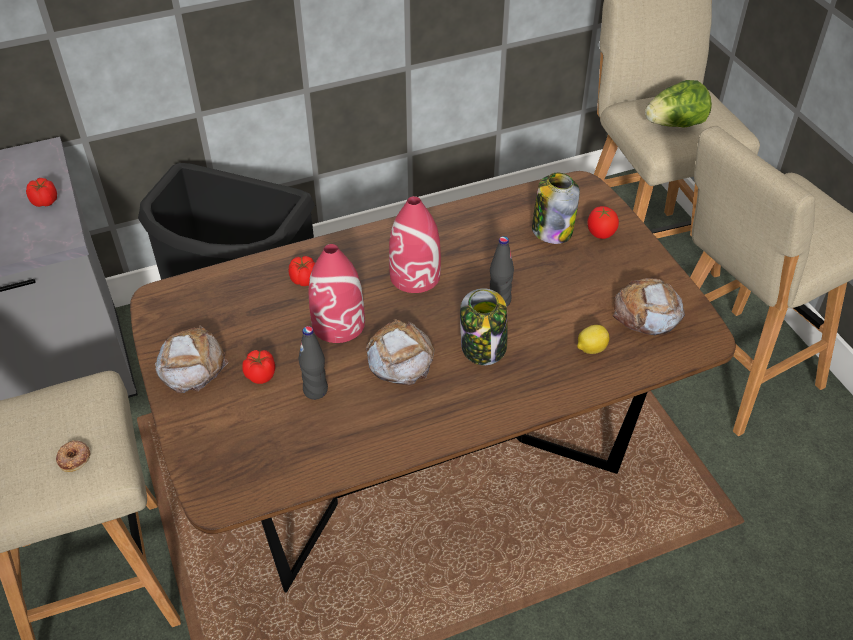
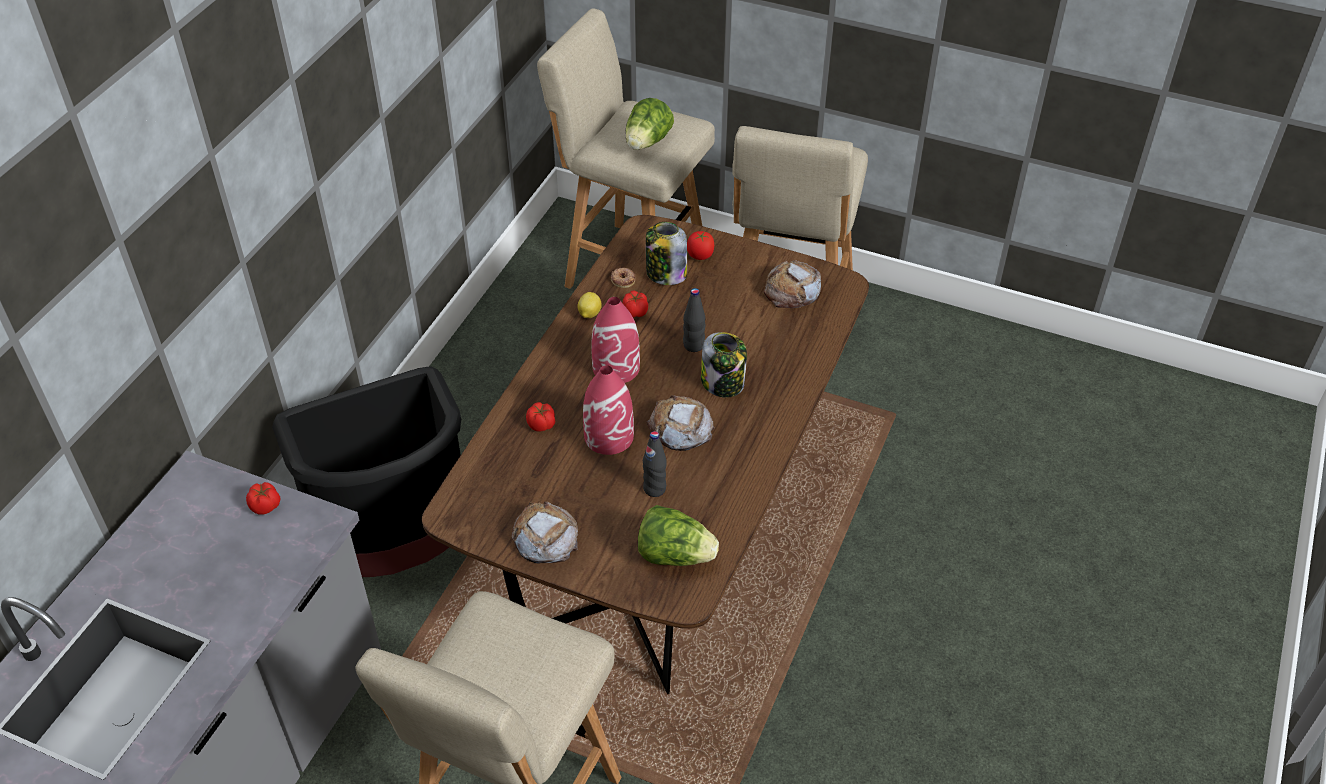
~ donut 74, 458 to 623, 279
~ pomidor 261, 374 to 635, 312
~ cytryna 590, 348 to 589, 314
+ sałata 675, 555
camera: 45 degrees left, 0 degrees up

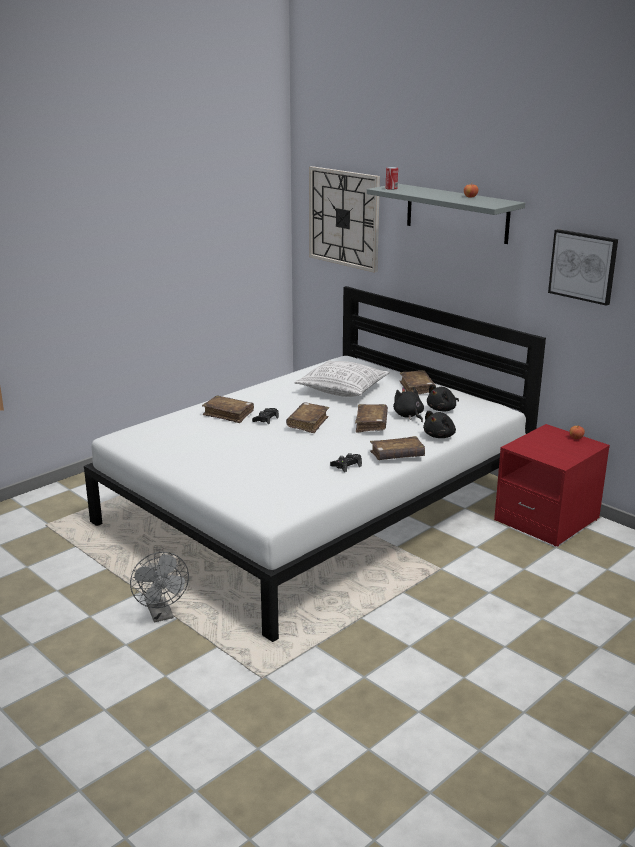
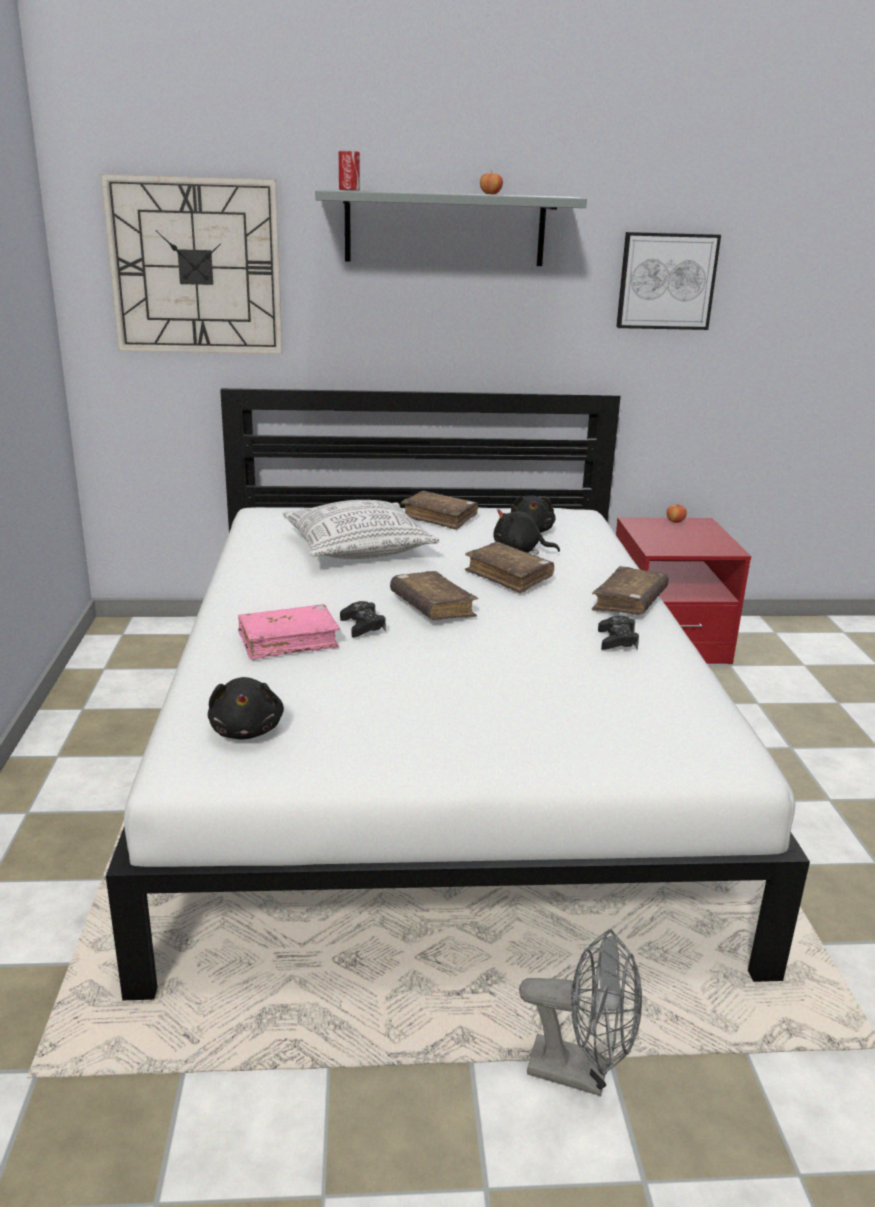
~ książka (brązowy) 228, 414 to książka (różowy) 288, 642
~ pluszak (czarny) 440, 436 to 247, 730
camera: 50 degrees left, 0 degrees up

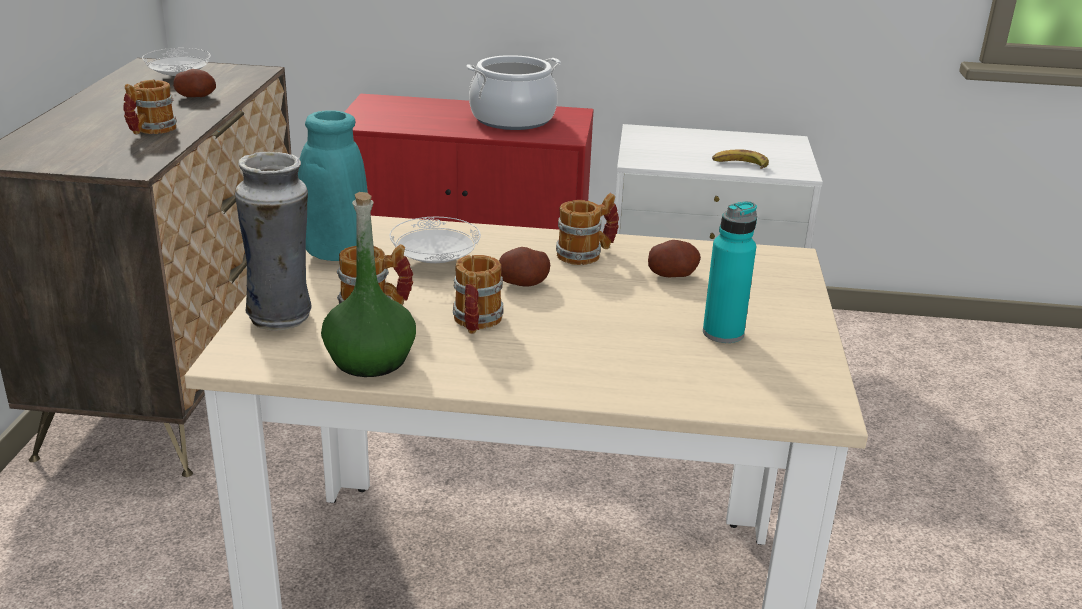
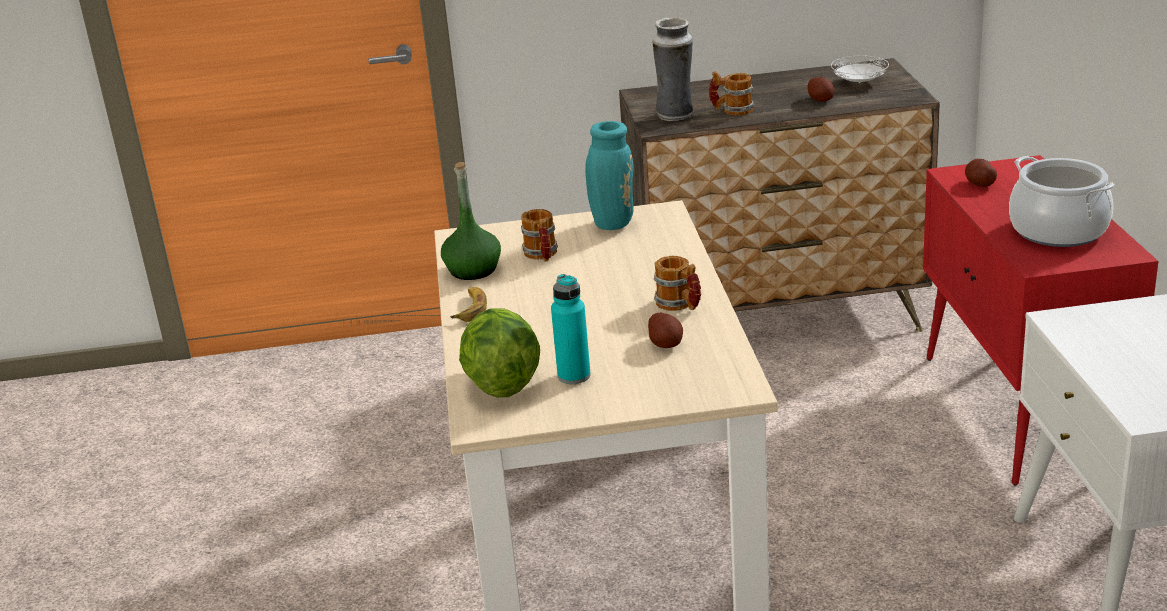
~ wazon 282, 317 to 675, 116
- talerz (biały) 435, 262
- kubek 476, 323
~ ziemniak 523, 283 to 979, 184
~ banan 739, 165 to 471, 309
+ sałata 501, 383
camera: 80 degrees right, 0 degrees up

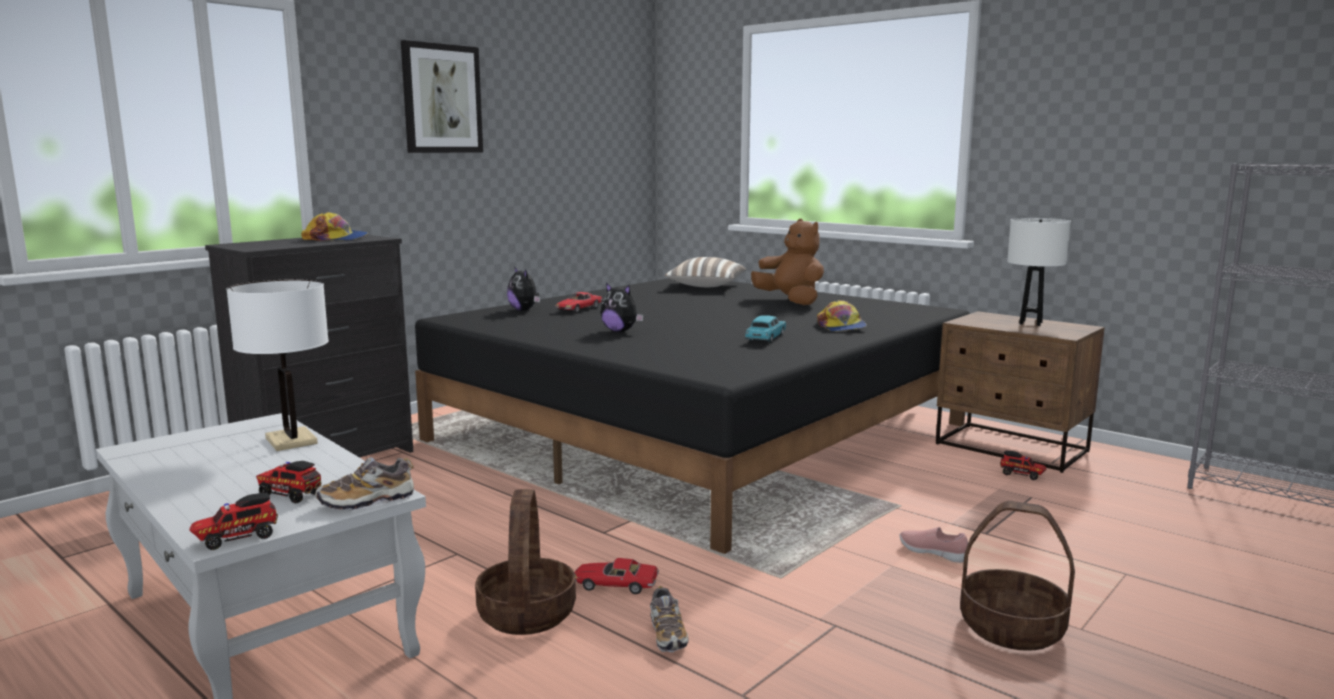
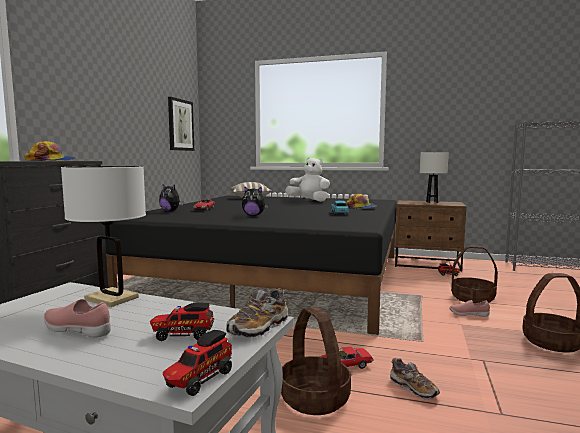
~ obraz 441, 99 to 180, 125
~ pluszak (brązowy) 791, 301 to pluszak (biały) 309, 201
+ but (różowy) 78, 331
+ koszyk 472, 298
camera: 25 degrees left, 5 degrees down

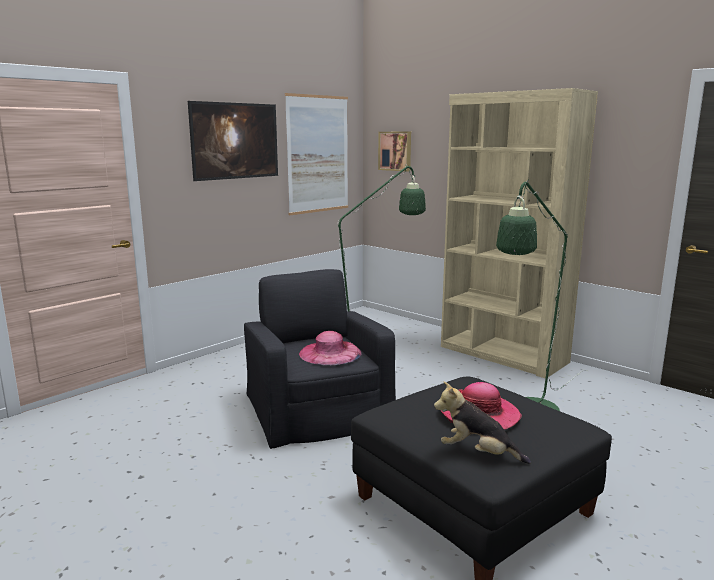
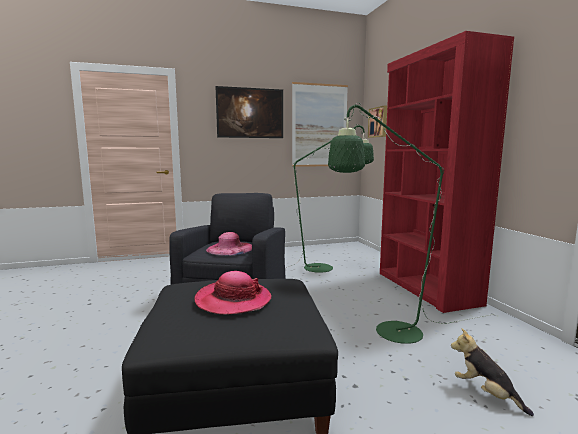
~ pluszak 478, 453 to 486, 393
~ regał (beżowy) 503, 354 to regał (czerwony) 426, 288
camera: 30 degrees right, 5 degrees down

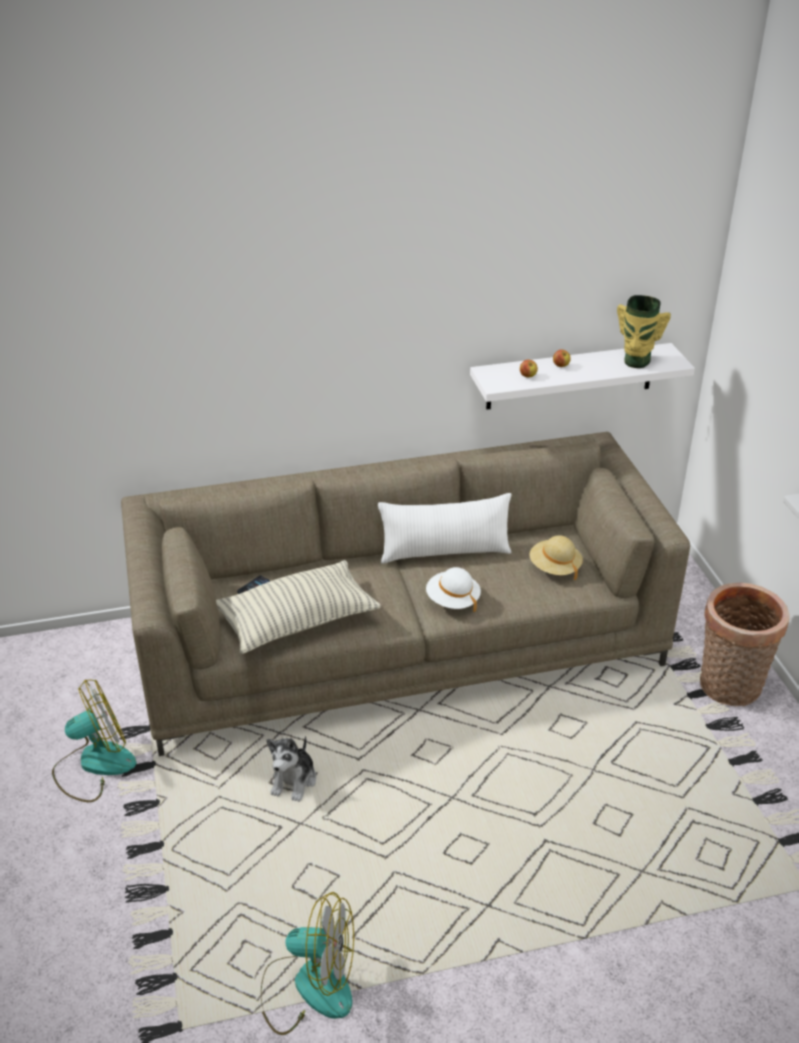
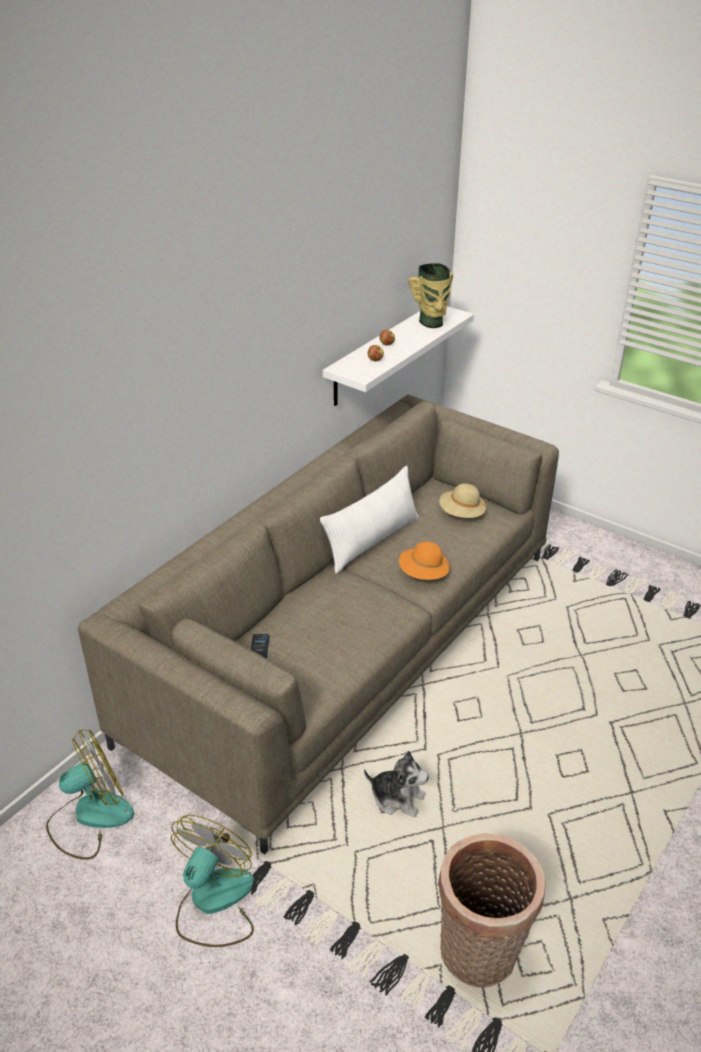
- poduszka 297, 621
~ wentylator 308, 986 to 90, 817
~ pluszak 294, 781 = 397, 798 45 degrees counterclockwise
~ kapelusz (biały) 452, 600 to kapelusz (pomarańczowy) 423, 574
~ koszyk 729, 689 to 480, 956
camera: 40 degrees left, 0 degrees up

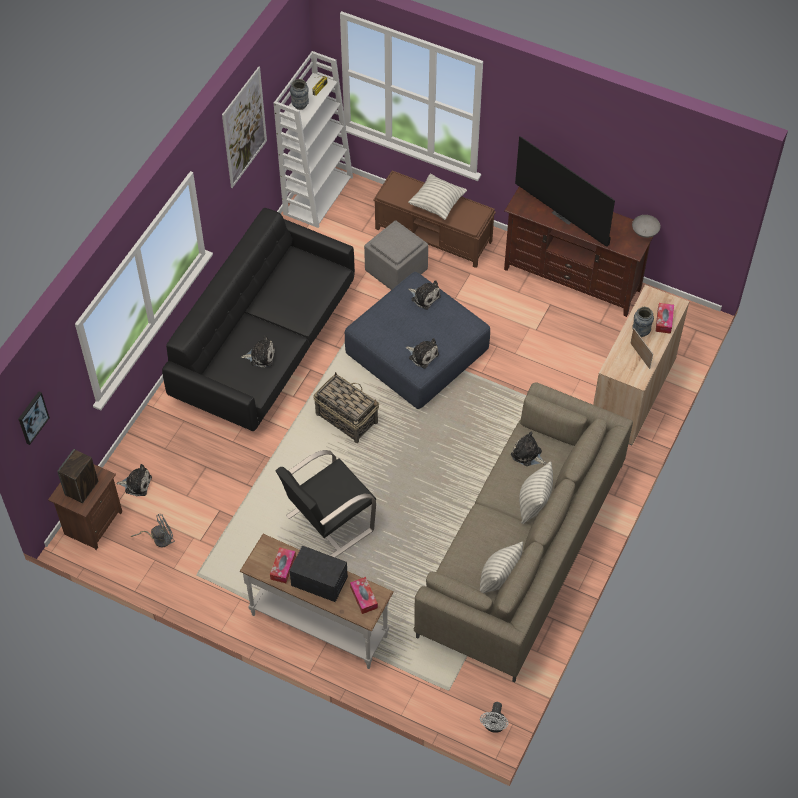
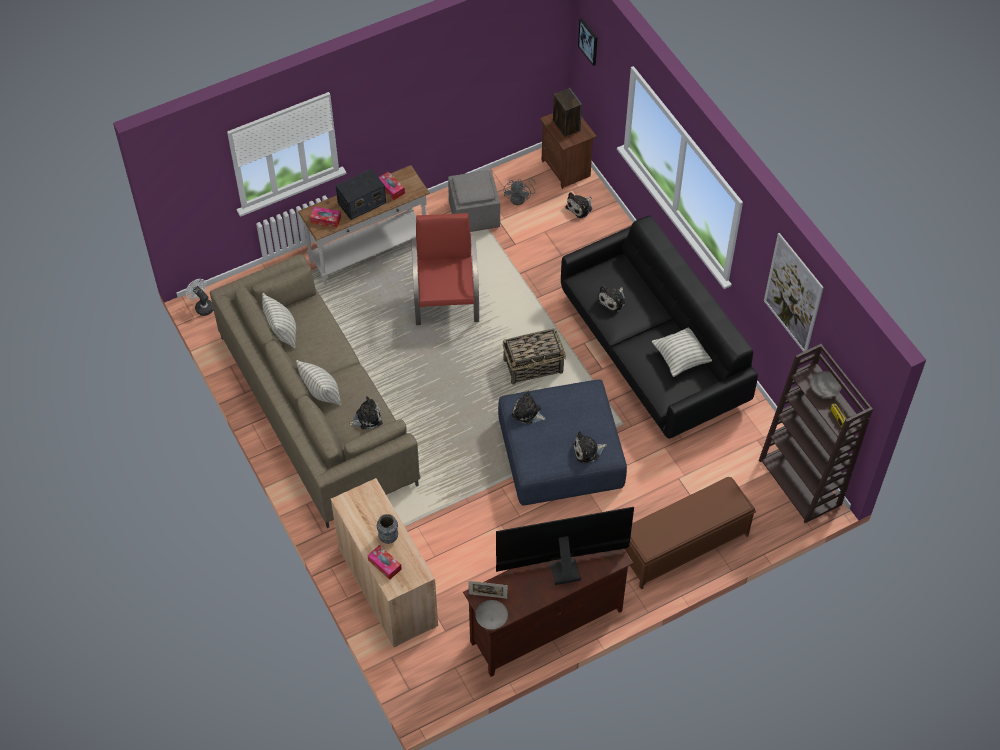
~ regał (biały) 318, 194 to regał (brązowy) 801, 482
~ fotel (czarny) 328, 524 to fotel (czerwony) 446, 302
~ wazon 300, 105 to miska (szary) 824, 390
~ pufa (szary) 396, 271 to 473, 214
~ pluszak 422, 355 = 528, 413 45 degrees clockwise
~ poduszka 437, 204 to 681, 358
~ ramka na zdjęcie 640, 356 to 488, 596
camera: 125 degrees right, 0 degrees up

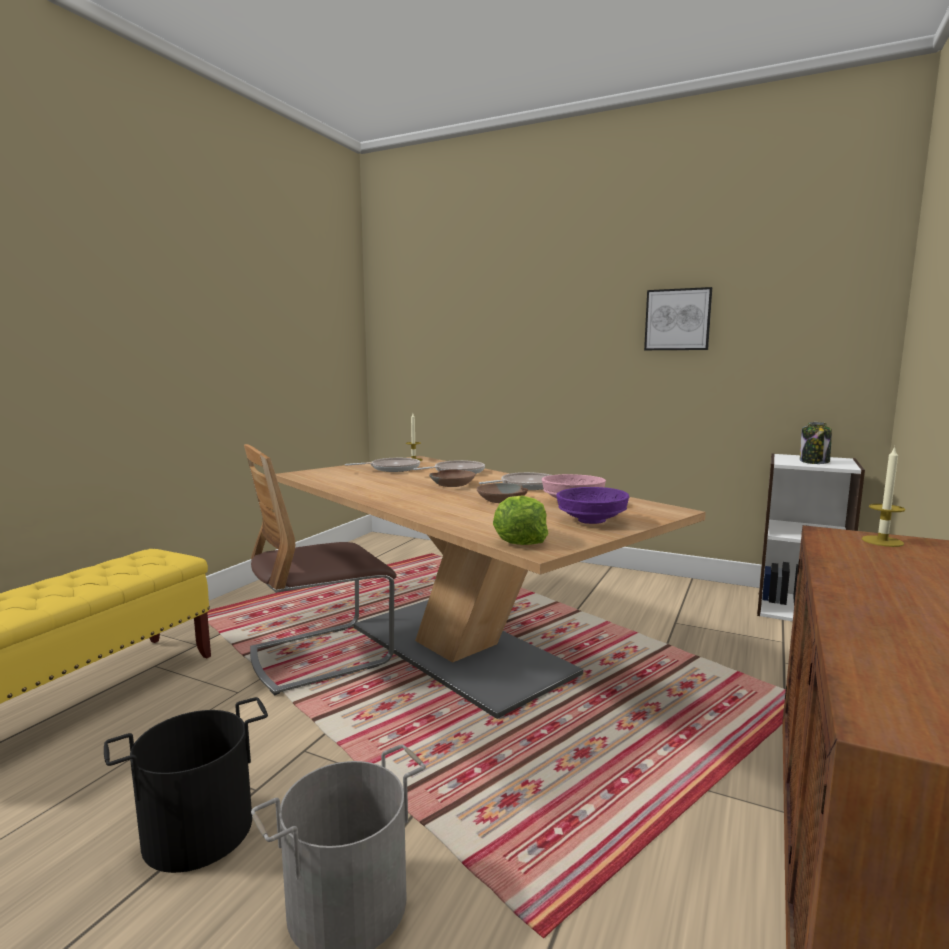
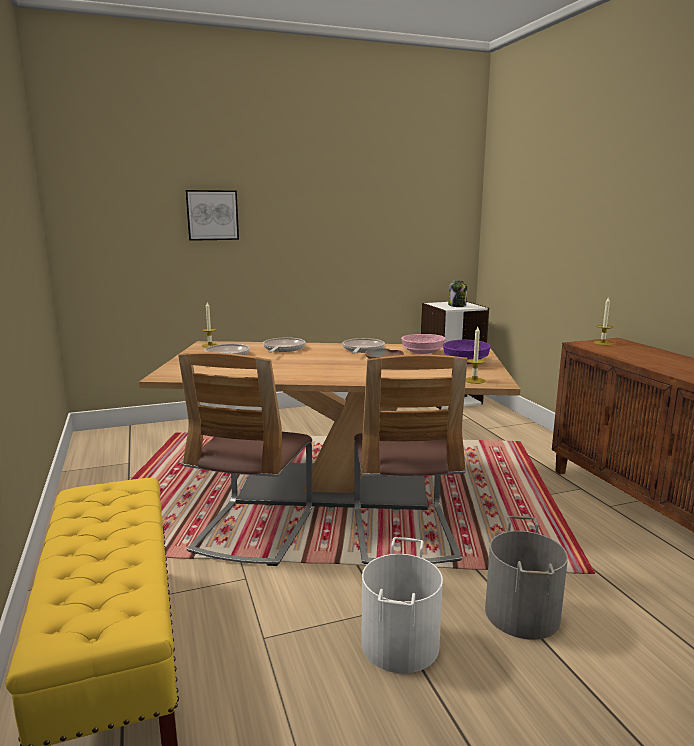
~ wiadro (czarny) 198, 831 to wiadro (biały) 401, 644
- miska (brązowy) 453, 484
~ sałata 519, 539 to świeca 474, 380
~ obraz 677, 319 to 212, 215
+ krzesło 403, 533
camera: 45 degrees left, 5 degrees up

